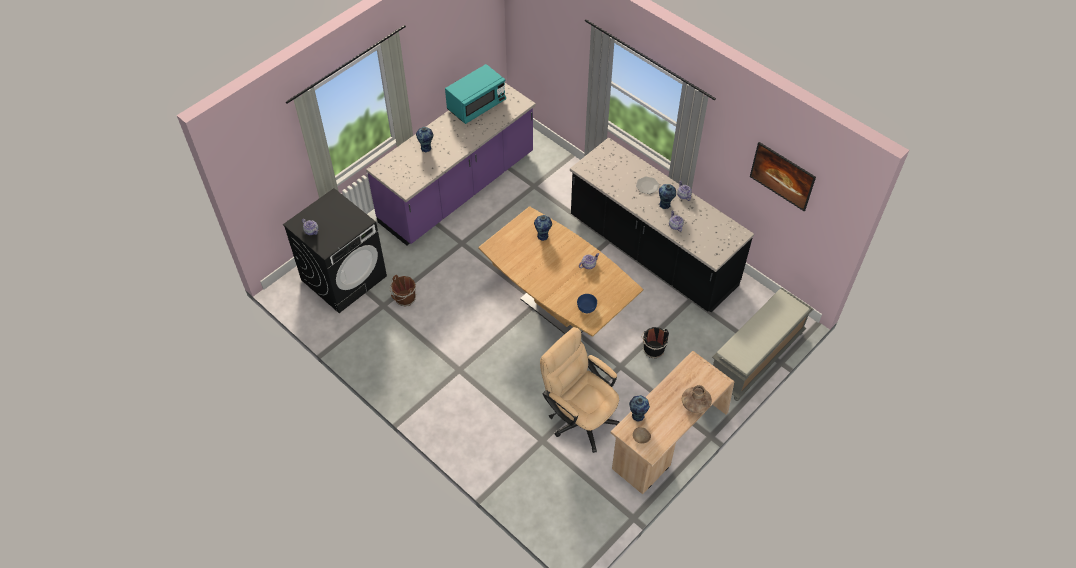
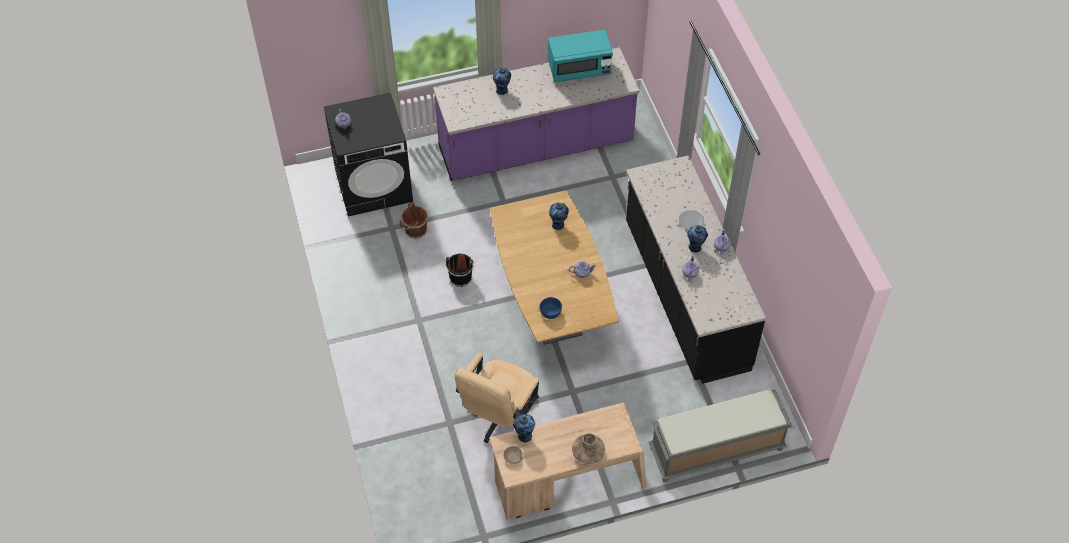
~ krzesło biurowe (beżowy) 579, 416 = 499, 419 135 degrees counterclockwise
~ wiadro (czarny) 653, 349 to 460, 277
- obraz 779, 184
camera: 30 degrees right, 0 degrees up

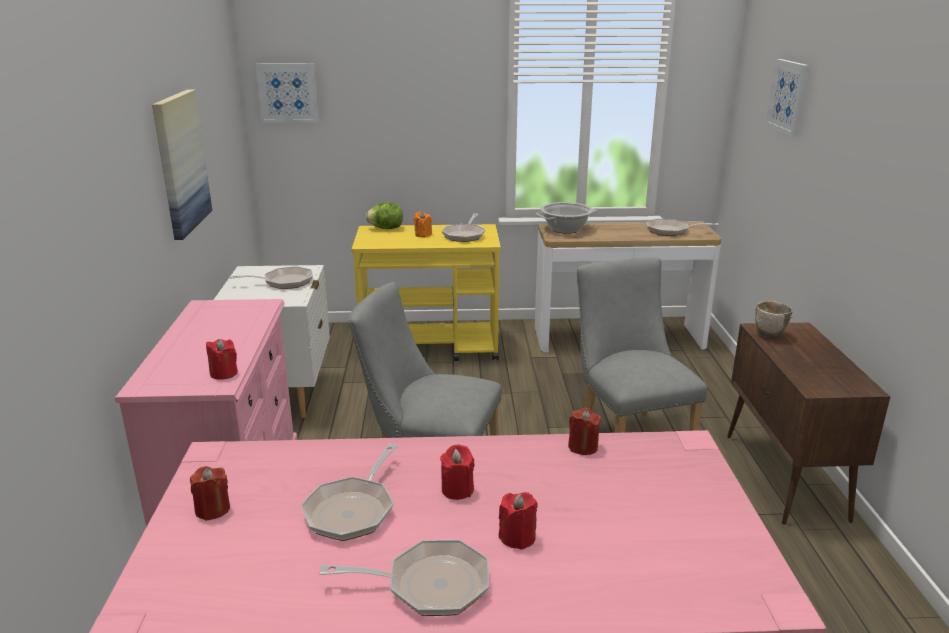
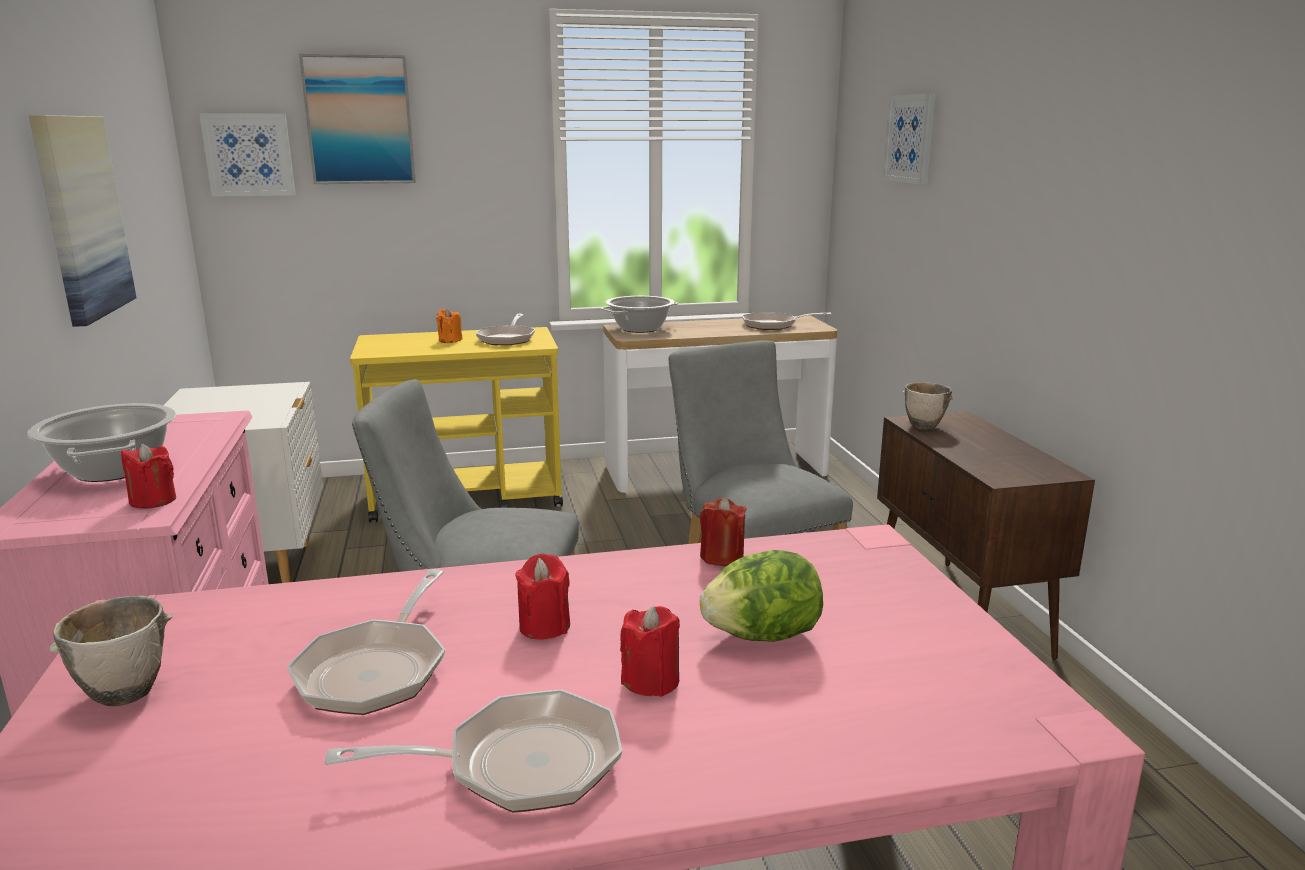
~ świeca (czerwony) 212, 509 to miska 129, 692
- patelnia 284, 282
~ sałata 386, 228 to 762, 636
+ garnek 113, 469
+ obraz 359, 120
camera: 10 degrees left, 5 degrees down

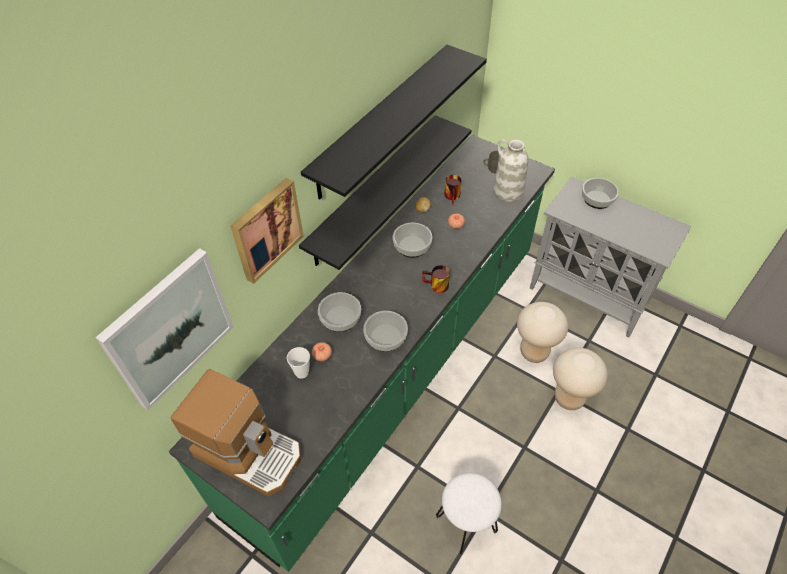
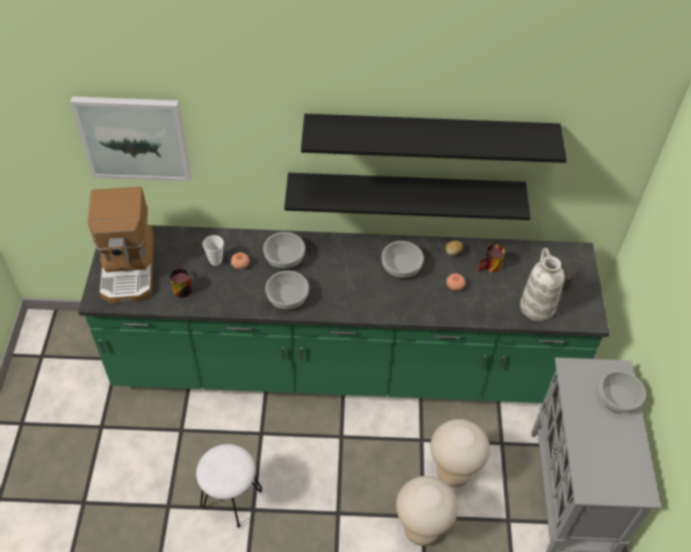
- obraz 266, 229
~ kubek 436, 286 to 180, 288
camera: 55 degrees right, 0 degrees up

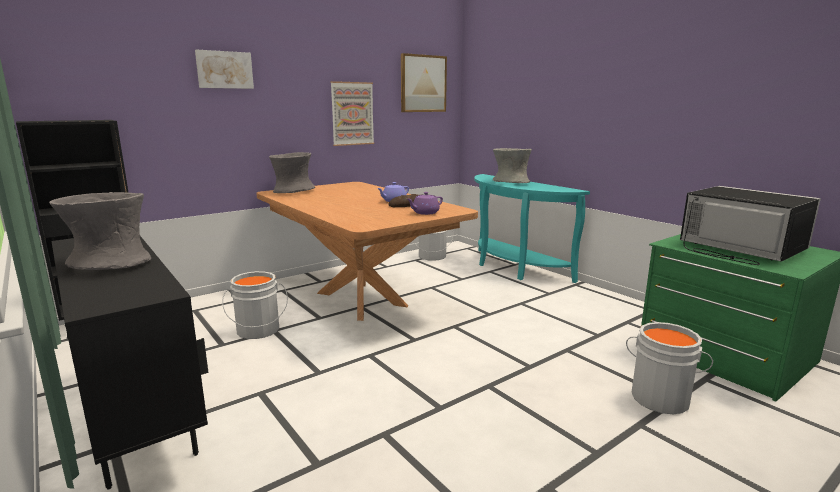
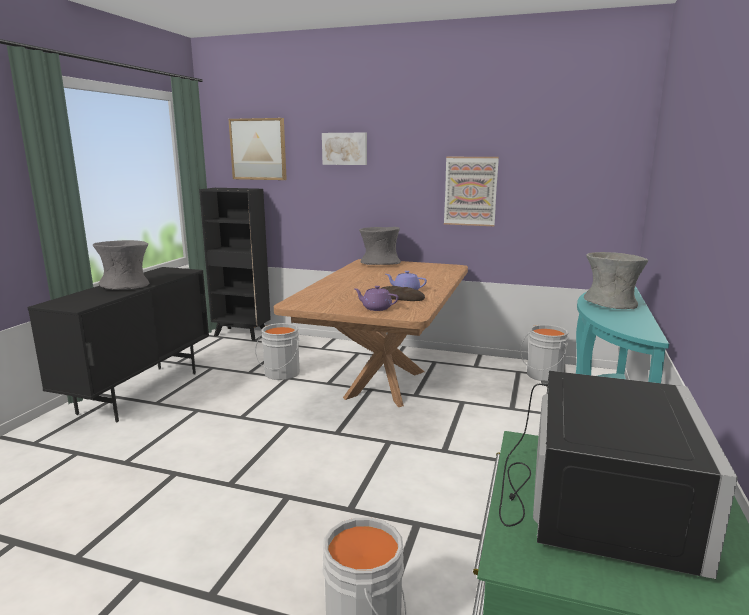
~ obraz 423, 83 to 258, 149
camera: 55 degrees right, 0 degrees up

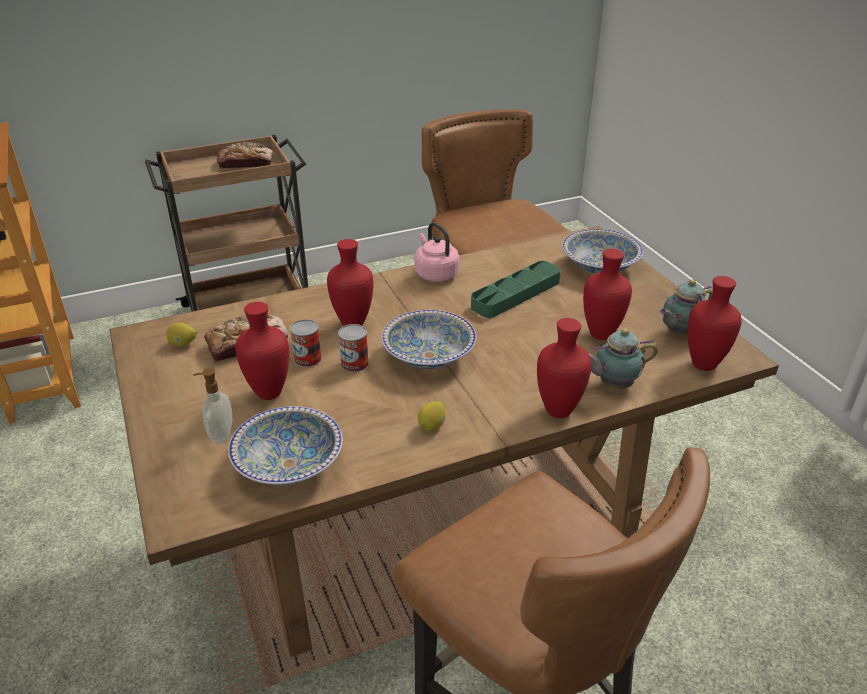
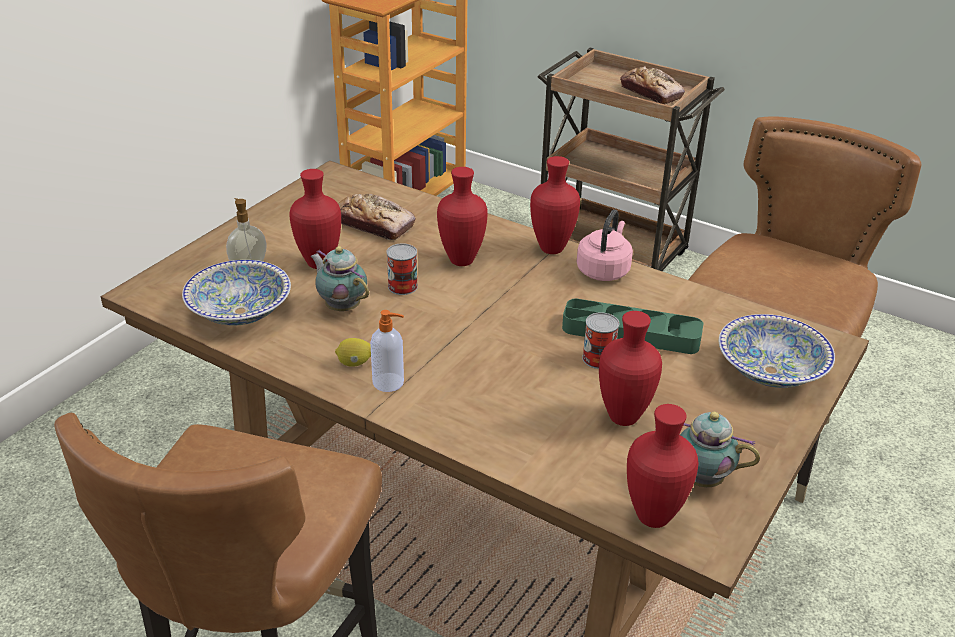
- cytryna 182, 344
~ puszka 307, 359 to 598, 358
- miska 428, 356
~ wazon (czerwony) 557, 412 to 550, 248
~ imbryk 613, 384 to 341, 306
+ dozownik mydła 389, 382
camera: 55 degrees right, 0 degrees up

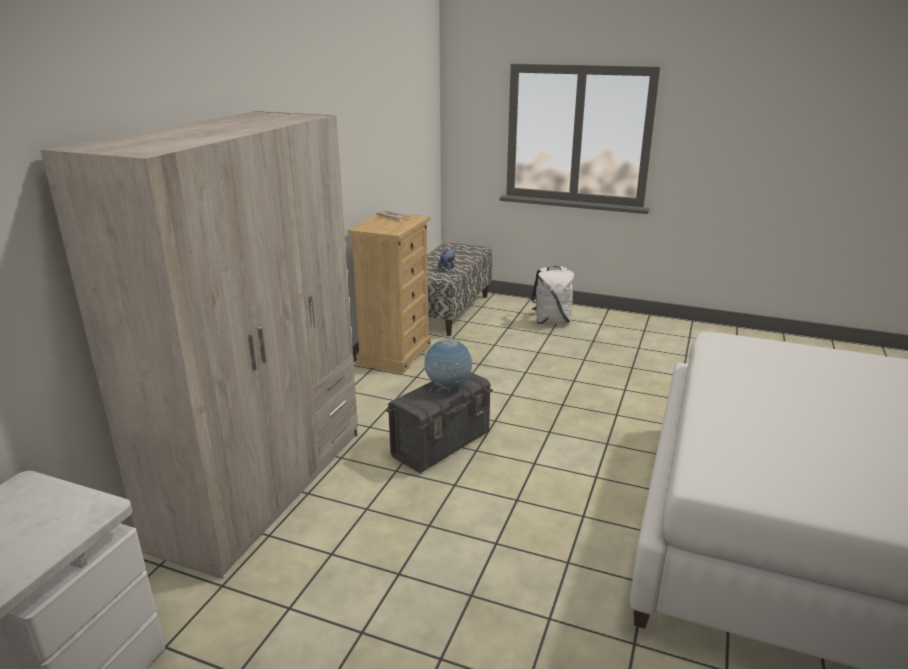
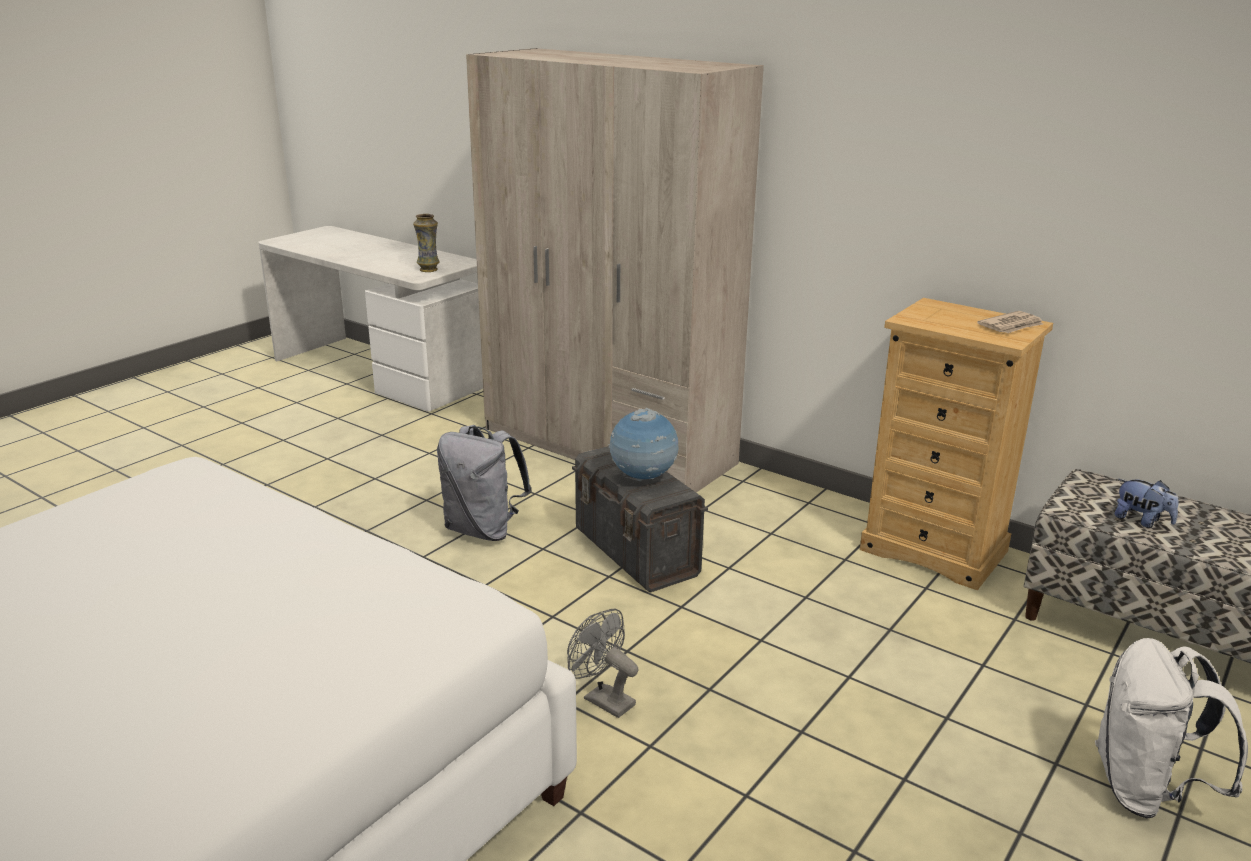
+ wazon 428, 269
+ plecak (szary) 483, 530
+ wentylator (szary) 602, 699
camera: 105 degrees right, 0 degrees up

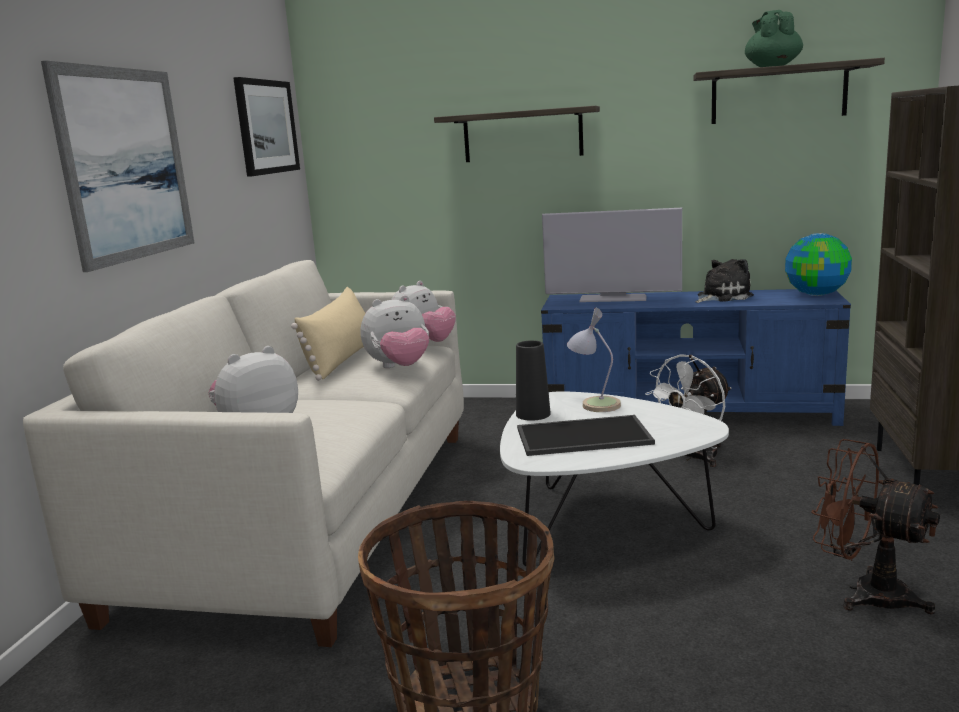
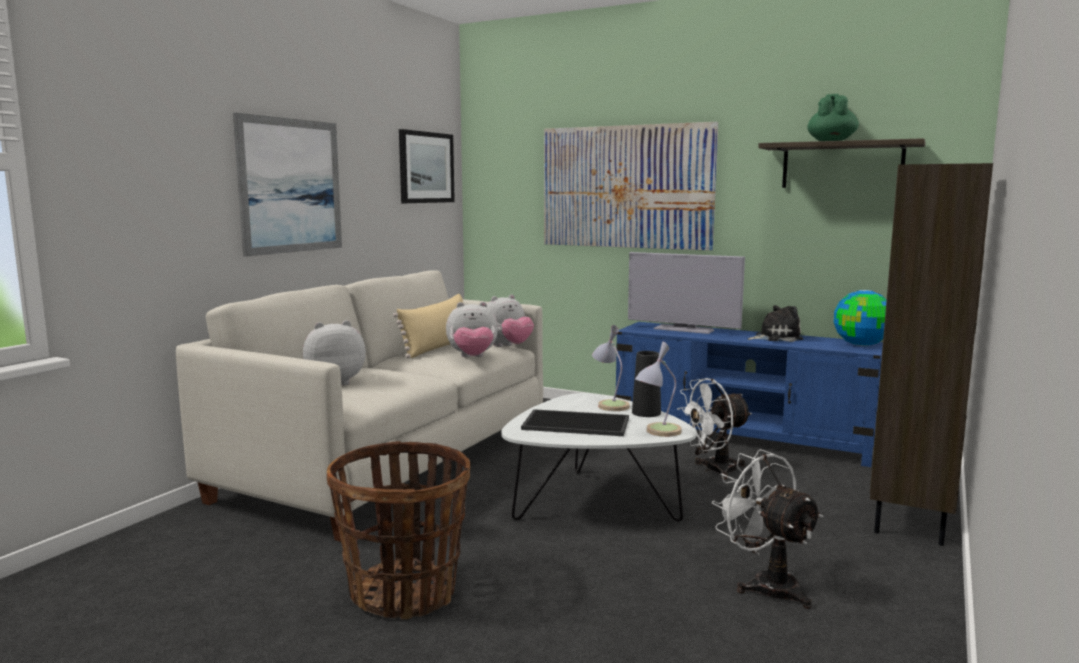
~ półka 522, 135 to obraz 626, 187
~ wazon (czarny) 533, 414 to 646, 413
~ wentylator (brązowy) 866, 593 to wentylator (biały) 765, 584
+ lampa stołowa 657, 432
camera: 15 degrees right, 5 degrees down

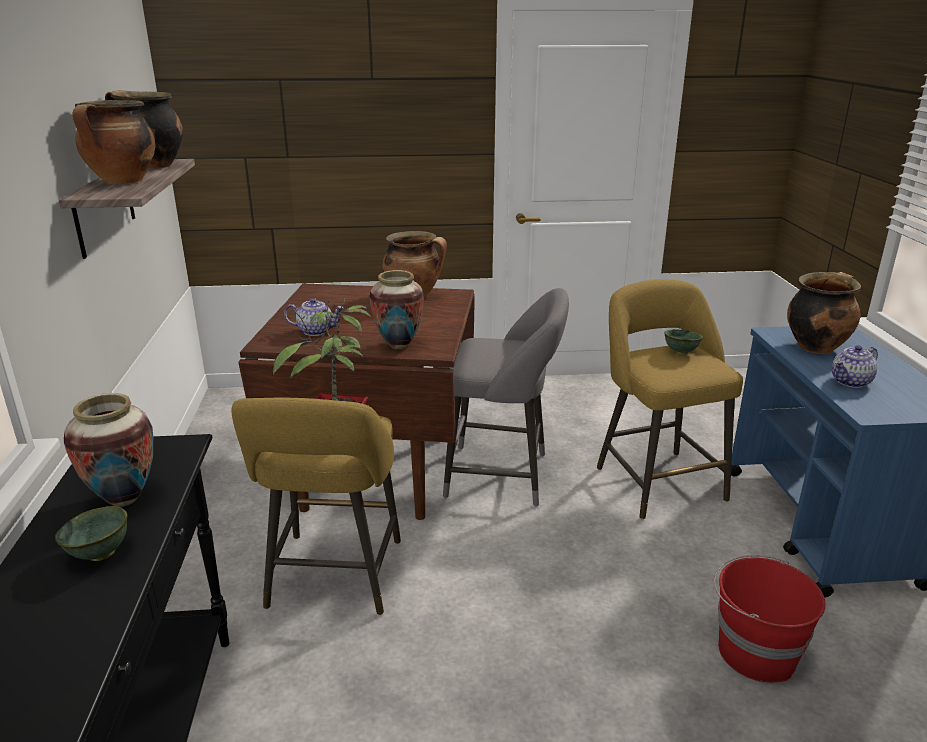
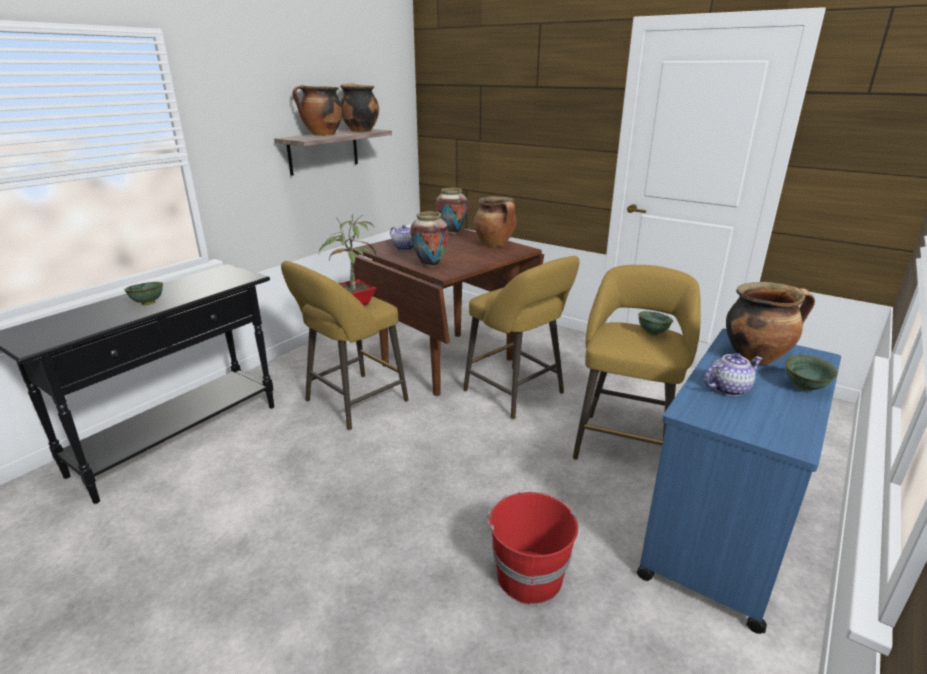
~ wazon 123, 500 to 451, 233
~ stołek (szary) 504, 476 to stołek (żółty) 517, 394
~ imbryk 851, 382 = 728, 388 150 degrees clockwise
+ miska (zielony) 805, 388
camera: 40 degrees right, 0 degrees up

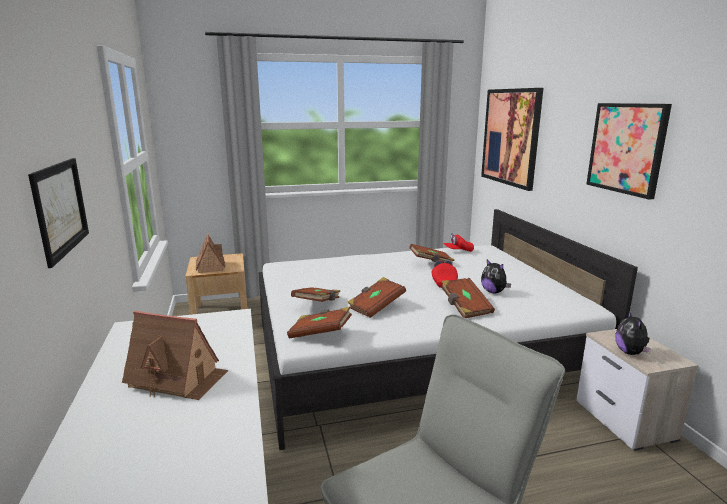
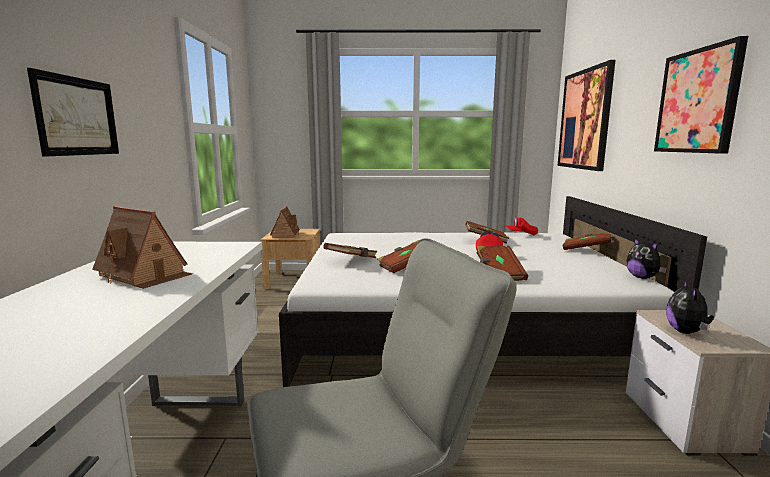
~ książka (brązowy) 320, 334 to 586, 250
~ pluszak 493, 292 to 642, 277
camera: 15 degrees right, 5 degrees down

